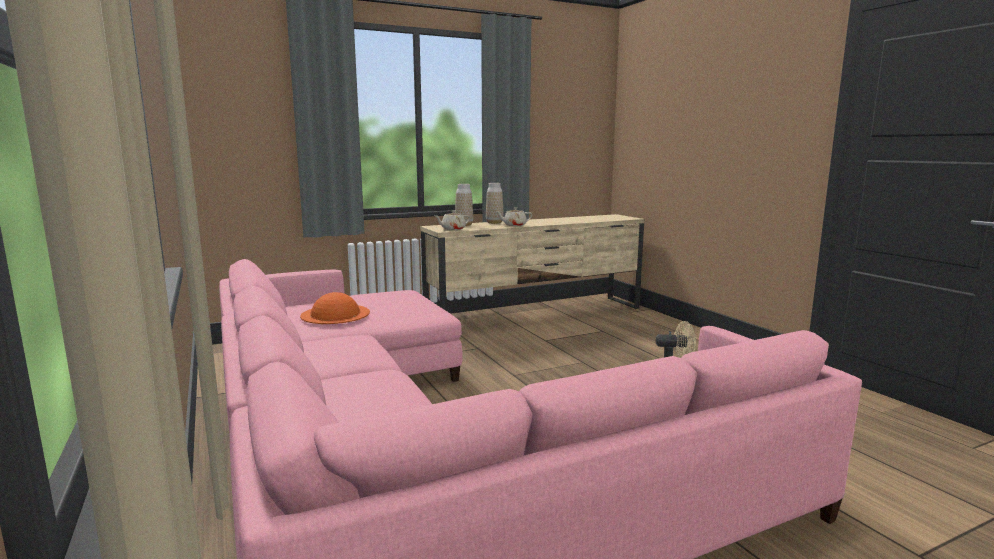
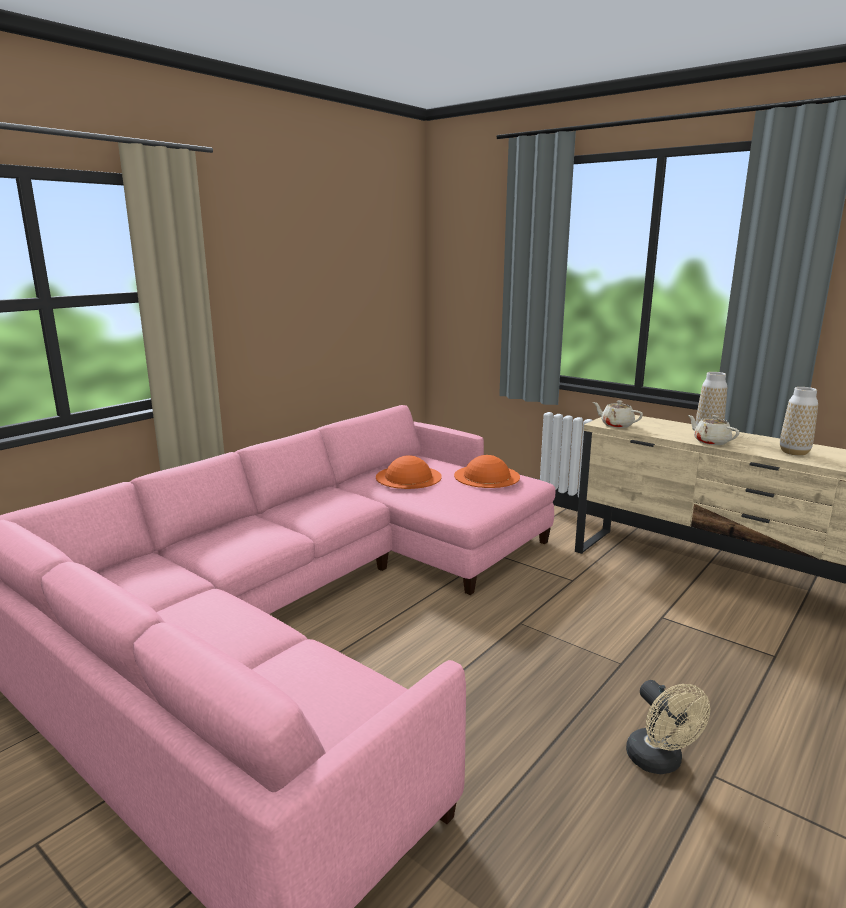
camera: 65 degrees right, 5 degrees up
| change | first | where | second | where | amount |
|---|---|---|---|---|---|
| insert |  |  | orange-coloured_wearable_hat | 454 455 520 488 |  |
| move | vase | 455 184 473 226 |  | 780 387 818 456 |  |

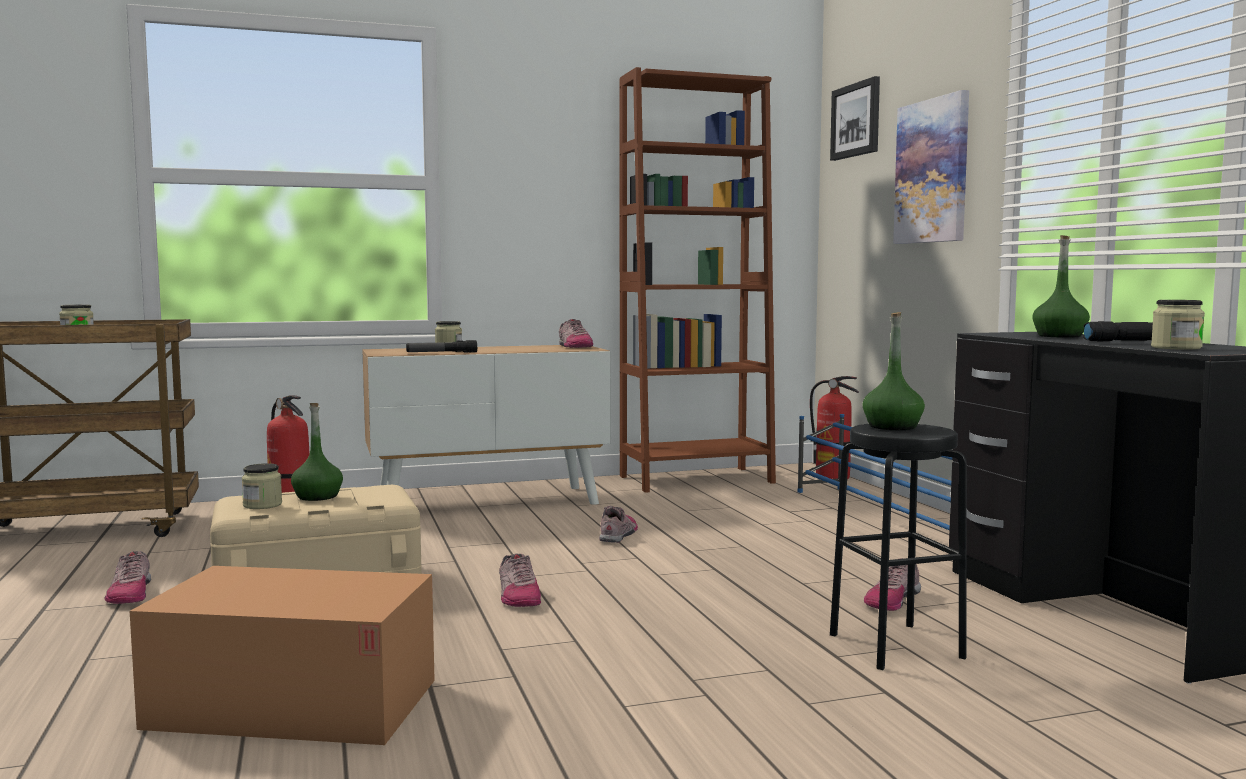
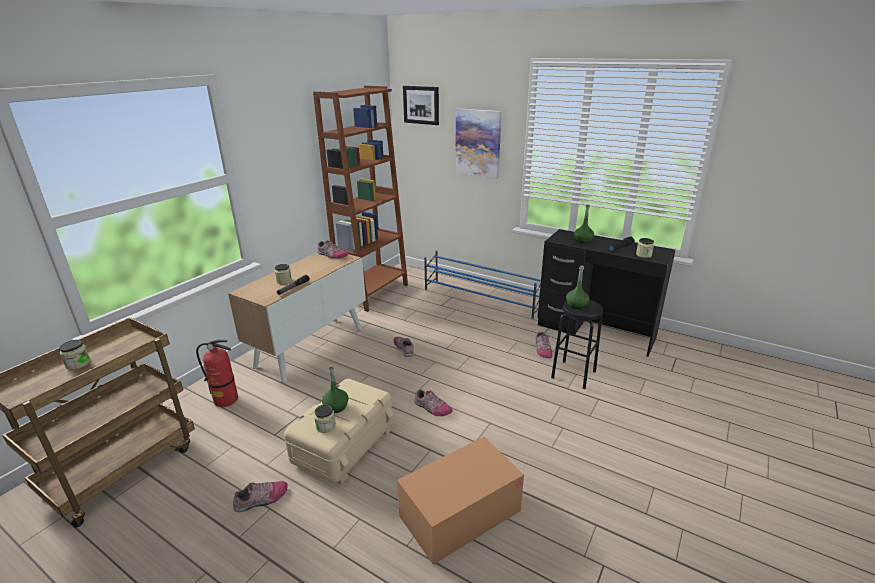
camera: 40 degrees left, 20 degrees up
| change | first | where | second | where | amount |
|---|---|---|---|---|---|
| rotate | item_of_footwear | 104 551 151 604 |  | 233 481 288 512 | 60 degrees counterclockwise |
| delete | extinguisher | 810 376 859 480 |  |  |  |

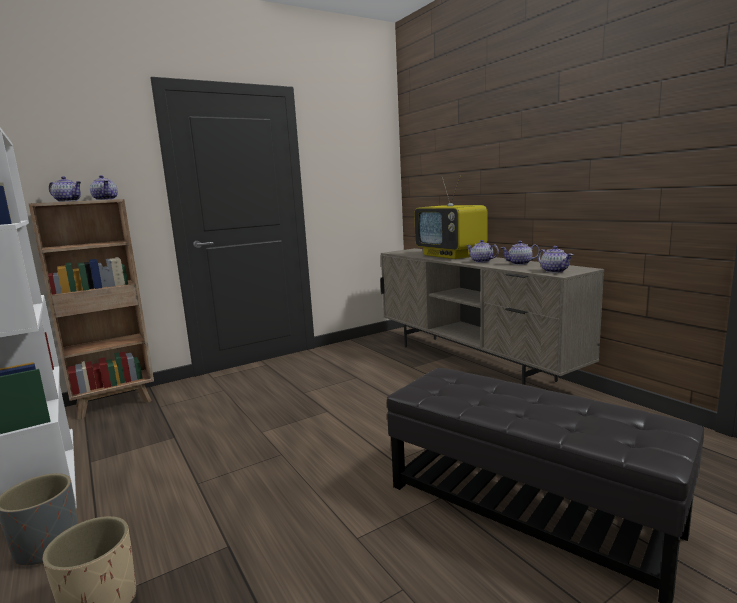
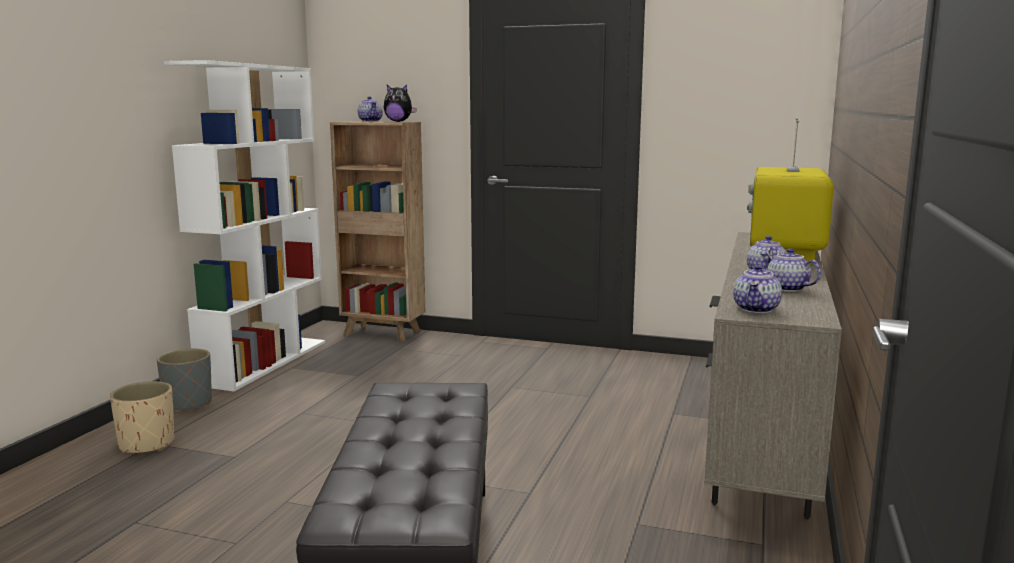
camera: 50 degrees right, 0 degrees up
| change | first | where | second | where | amount |
|---|---|---|---|---|---|
| replace | pot_for_tea | 90 175 118 200 | plush_toy | 384 84 417 122 |  |

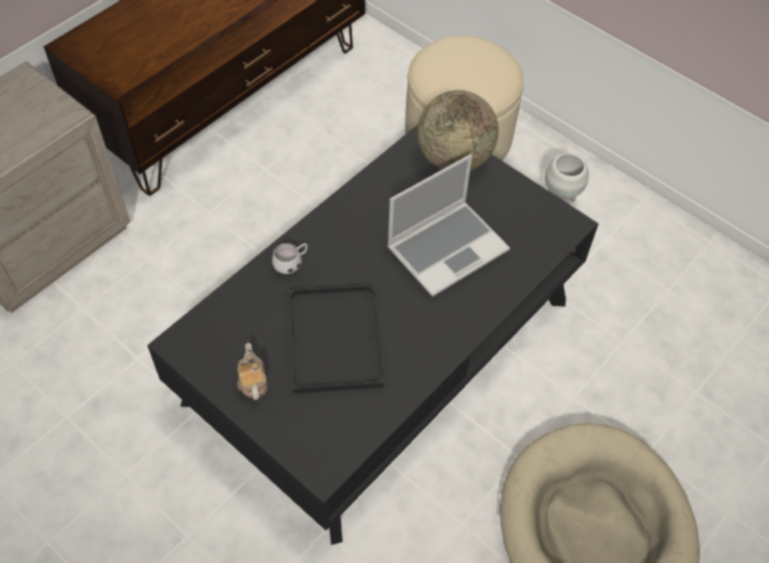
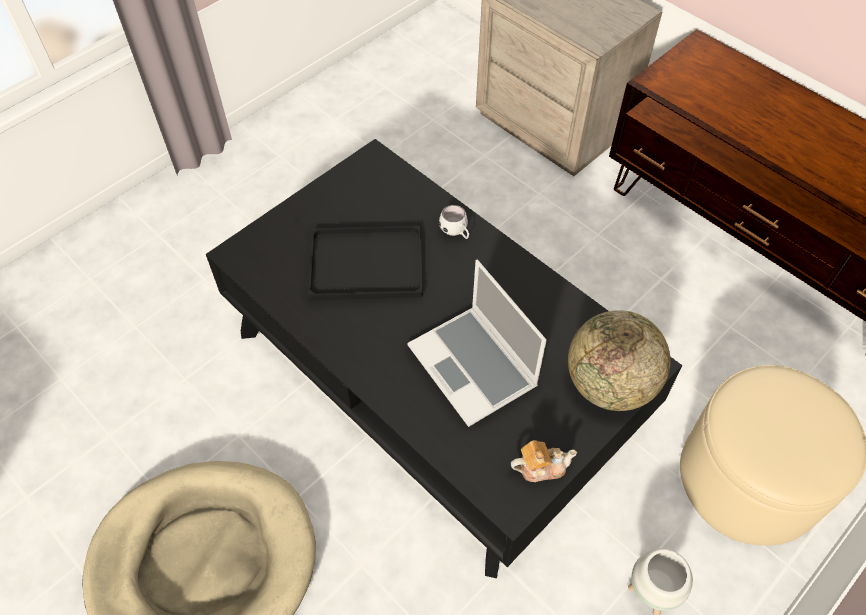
camera: 95 degrees right, 0 degrees up
| change | first | where | second | where | amount |
|---|---|---|---|---|---|
| move | pot_for_tea | 237 343 267 400 |  | 511 440 577 482 |  |

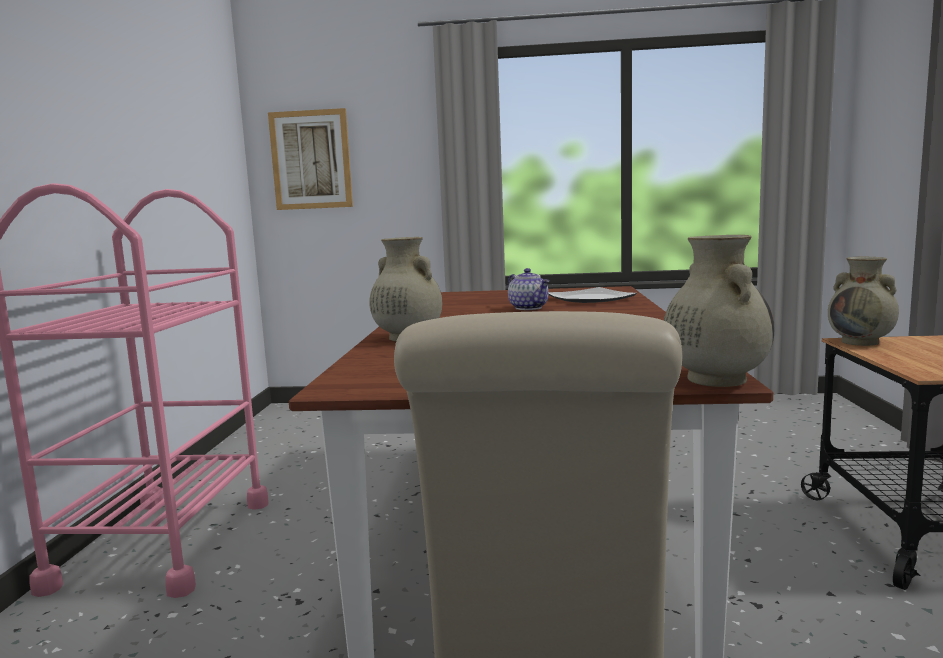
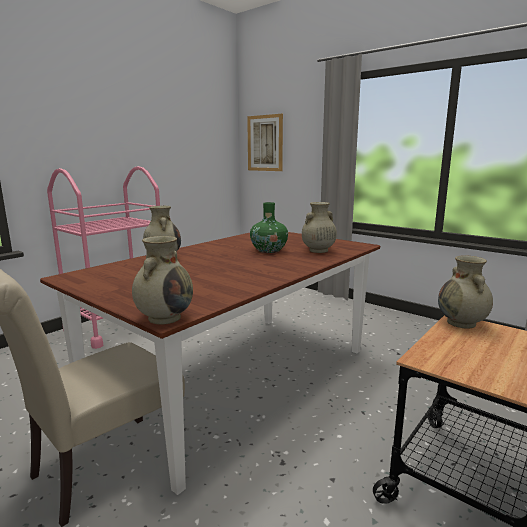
camera: 35 degrees right, 5 degrees up
| change | first | where | second | where | amount |
|---|---|---|---|---|---|
| replace | pot_for_tea | 508 268 549 310 | green-coloured_vase | 250 202 288 253 |  |
| replace | dinner_plate | 548 287 637 303 | beige-coloured_vase | 302 202 337 253 |  |

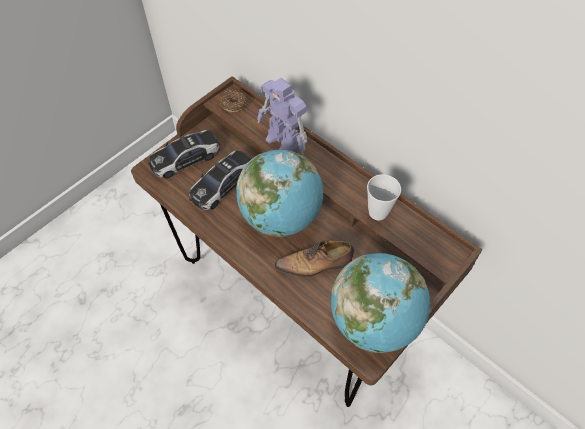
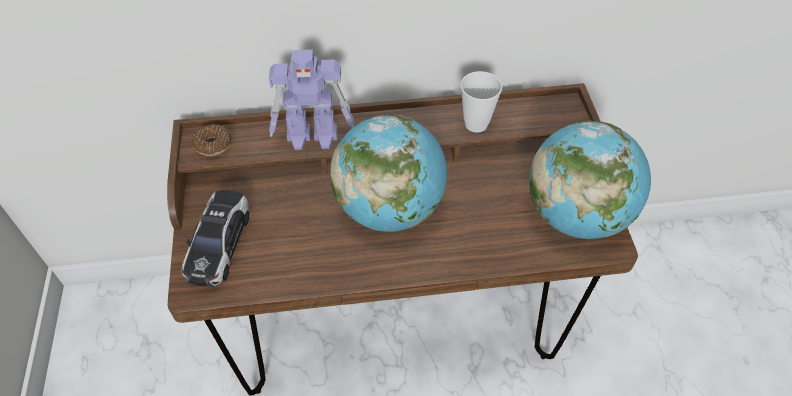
camera: 50 degrees left, 5 degrees down
| change | first | where | second | where | amount |
|---|---|---|---|---|---|
| delete | model_car | 189 151 251 210 |  |  |  |
| delete | item_of_footwear | 274 240 354 277 |  |  |  |

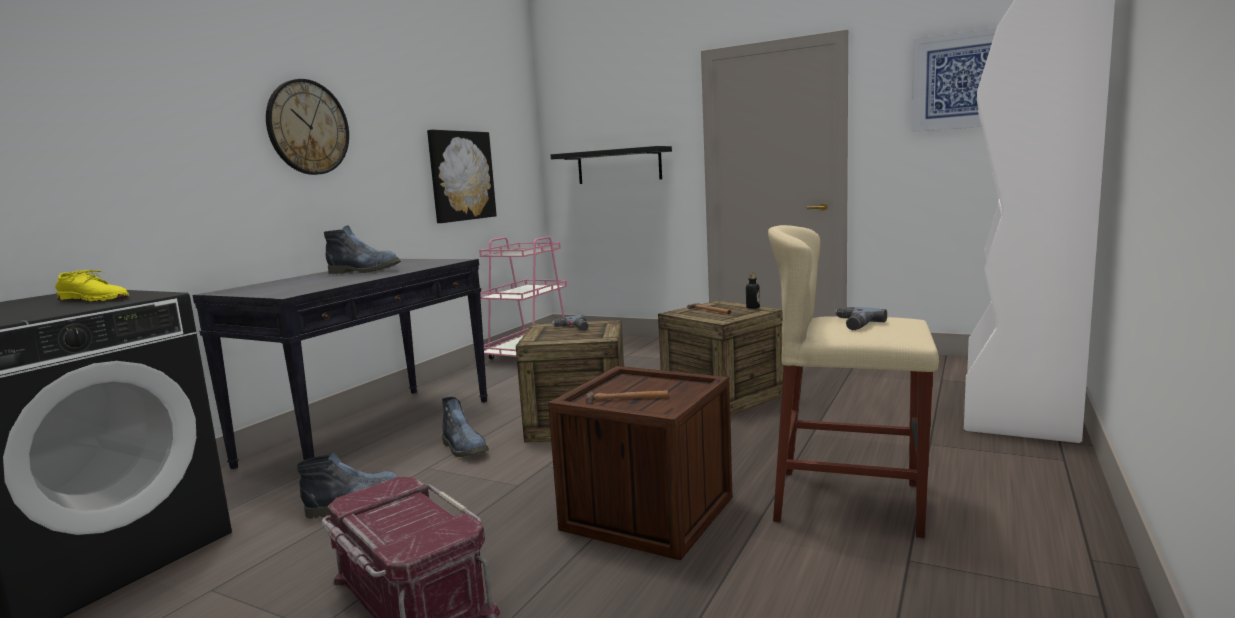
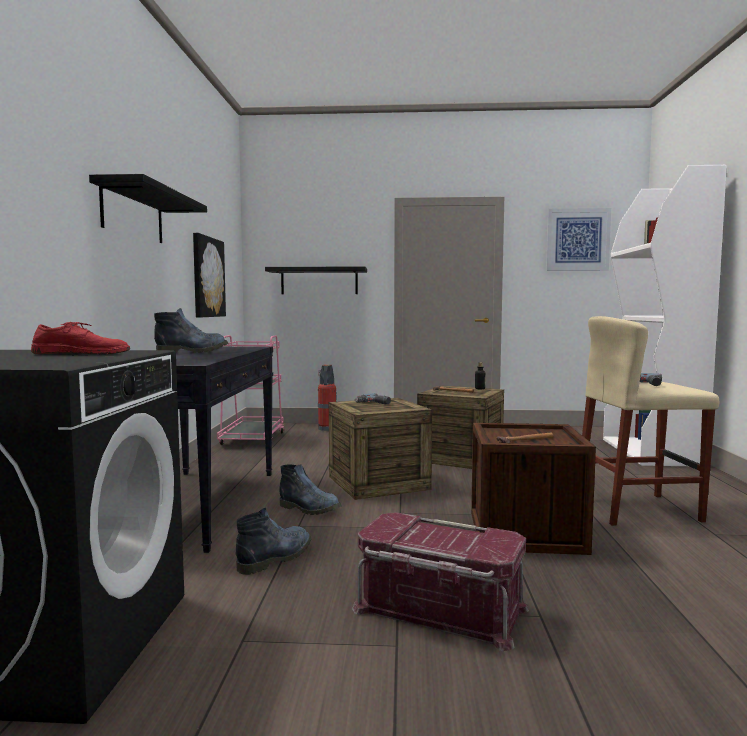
camera: 25 degrees left, 5 degrees down
| change | first | where | second | where | amount |
|---|---|---|---|---|---|
| recolor | yellow_item_of_footwear | 55 270 129 302 | red-coloured_item_of_footwear | 31 322 130 354 |  |
| replace | clock_on_the_wall | 266 79 349 175 | black_bracket_shelf | 89 174 207 243 |  |
| insert |  |  | extinguisher | 318 365 337 431 |  |

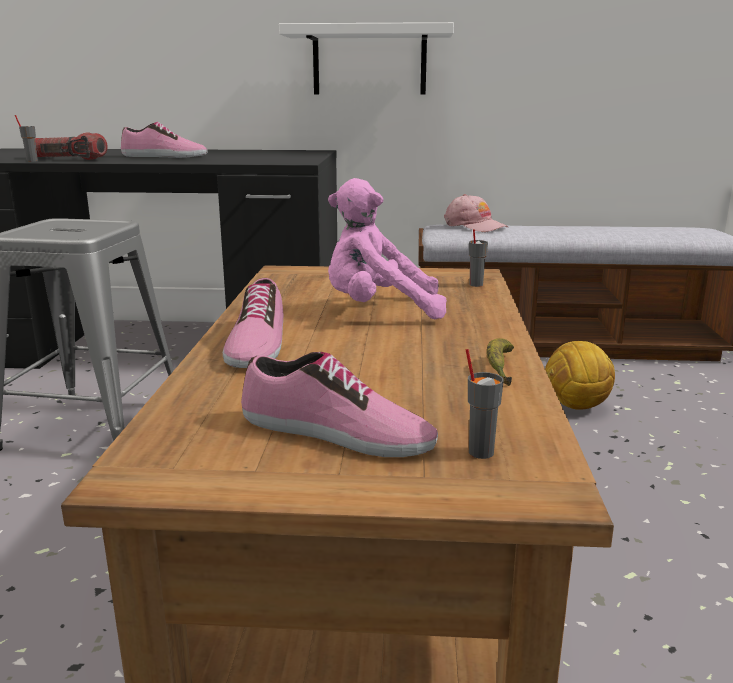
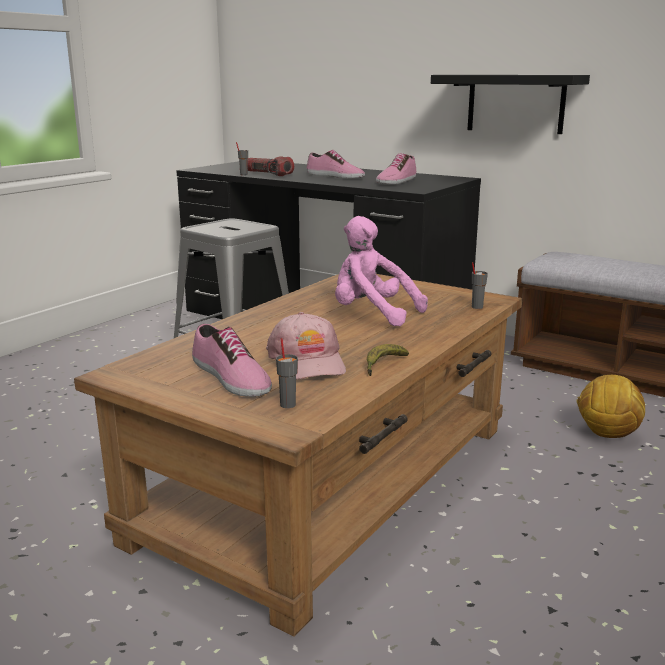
camera: 30 degrees right, 0 degrees up
| change | first | where | second | where | amount |
|---|---|---|---|---|---|
| move | pinkish_peaked_cap | 444 194 509 232 |  | 266 312 346 380 |  |
| move | item_of_footwear | 223 278 283 368 |  | 376 154 416 184 |  |
| recolor | white-coloured_bracket_shelf | 279 22 454 95 | black_bracket_shelf | 431 75 590 134 |  |

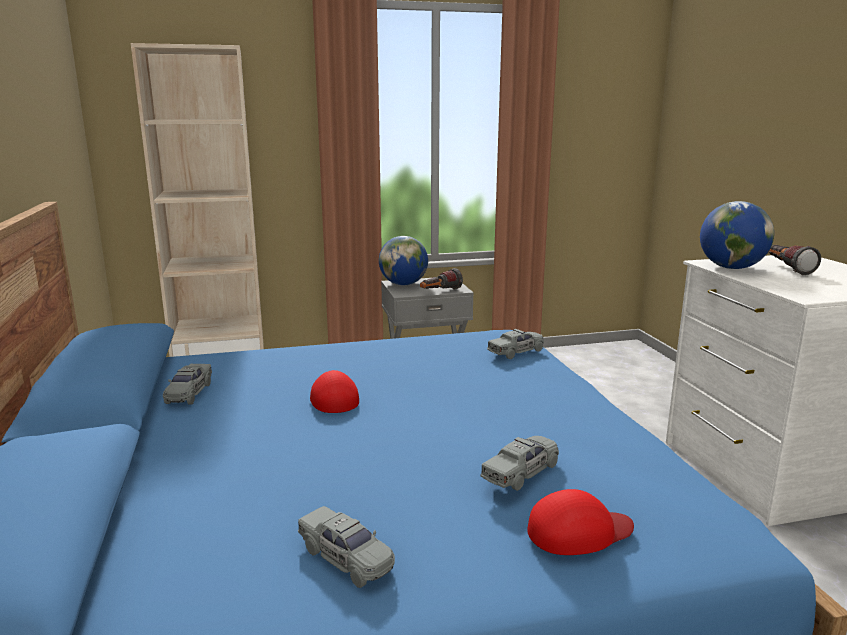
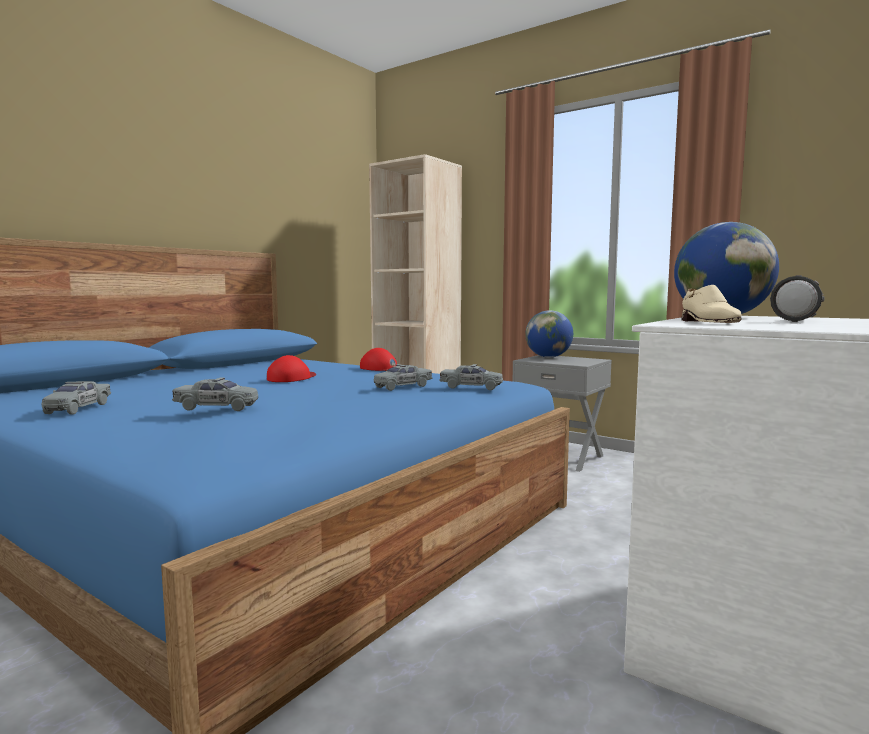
camera: 50 degrees right, 10 degrees down
| change | first | where | second | where | amount |
|---|---|---|---|---|---|
| move | red-coloured_peaked_cap | 527 489 634 555 |  | 360 348 397 371 |  |
| move | gray_model_car | 163 364 212 405 |  | 374 364 432 391 |  |
| insert |  |  | beige-coloured_item_of_footwear | 681 285 742 323 |  |
| delete | flashlight | 420 268 463 289 |  |  |  |

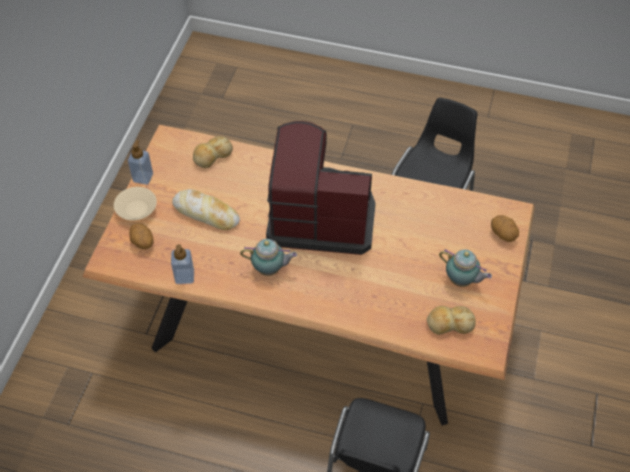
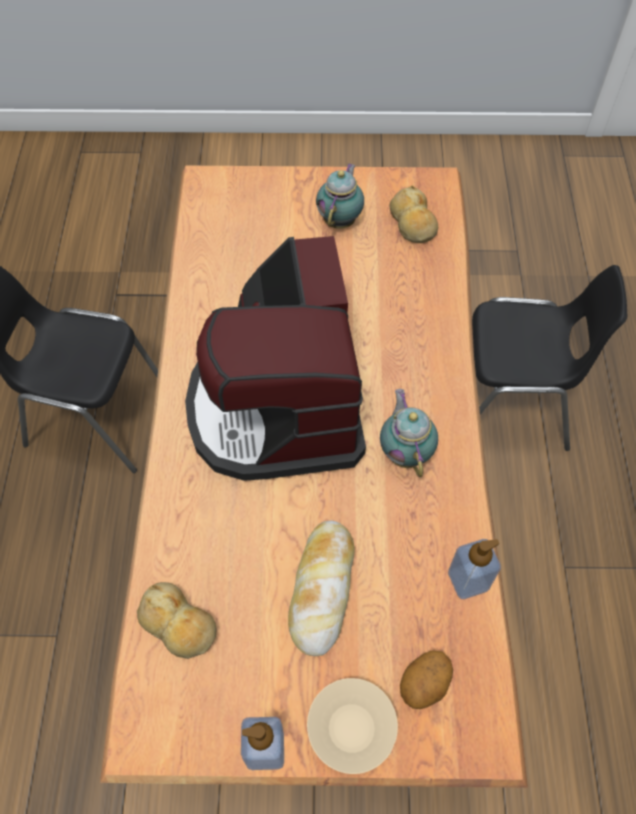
camera: 105 degrees left, 5 degrees up
| change | first | where | second | where | amount |
|---|---|---|---|---|---|
| delete | spud | 491 215 519 242 |  |  |  |

